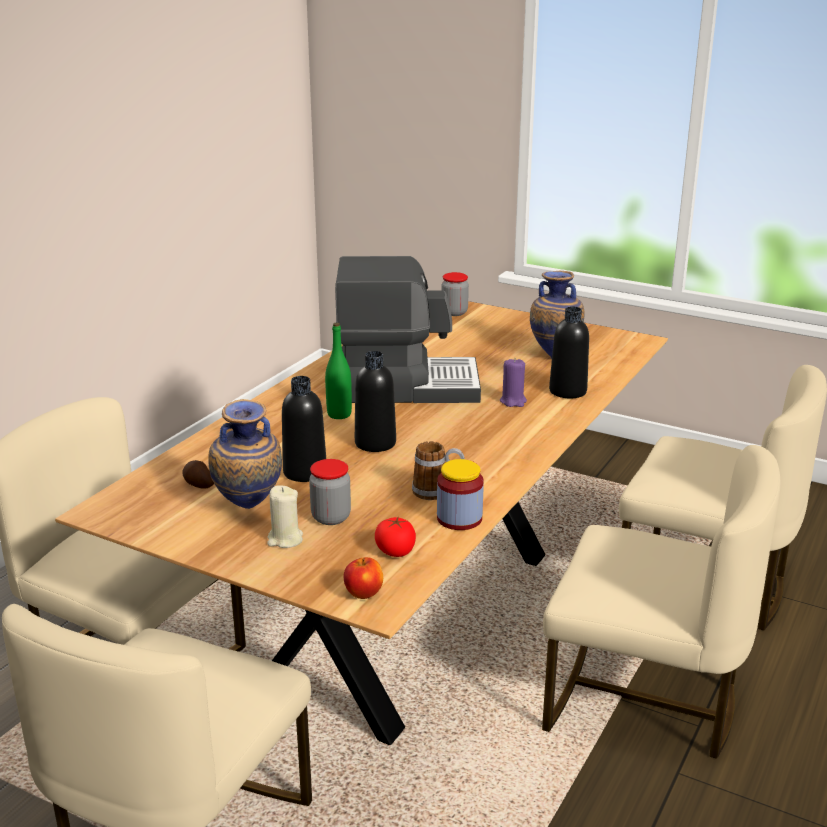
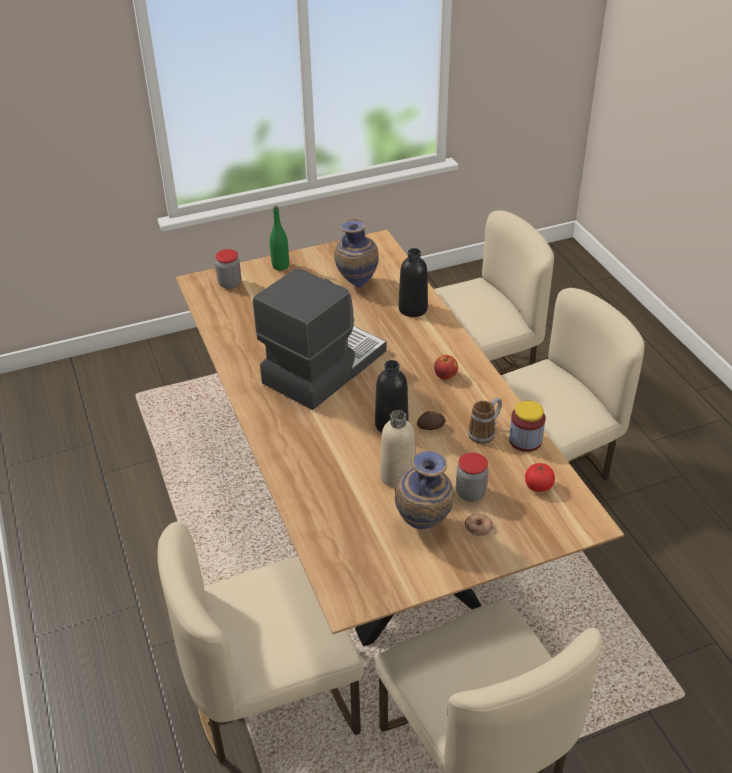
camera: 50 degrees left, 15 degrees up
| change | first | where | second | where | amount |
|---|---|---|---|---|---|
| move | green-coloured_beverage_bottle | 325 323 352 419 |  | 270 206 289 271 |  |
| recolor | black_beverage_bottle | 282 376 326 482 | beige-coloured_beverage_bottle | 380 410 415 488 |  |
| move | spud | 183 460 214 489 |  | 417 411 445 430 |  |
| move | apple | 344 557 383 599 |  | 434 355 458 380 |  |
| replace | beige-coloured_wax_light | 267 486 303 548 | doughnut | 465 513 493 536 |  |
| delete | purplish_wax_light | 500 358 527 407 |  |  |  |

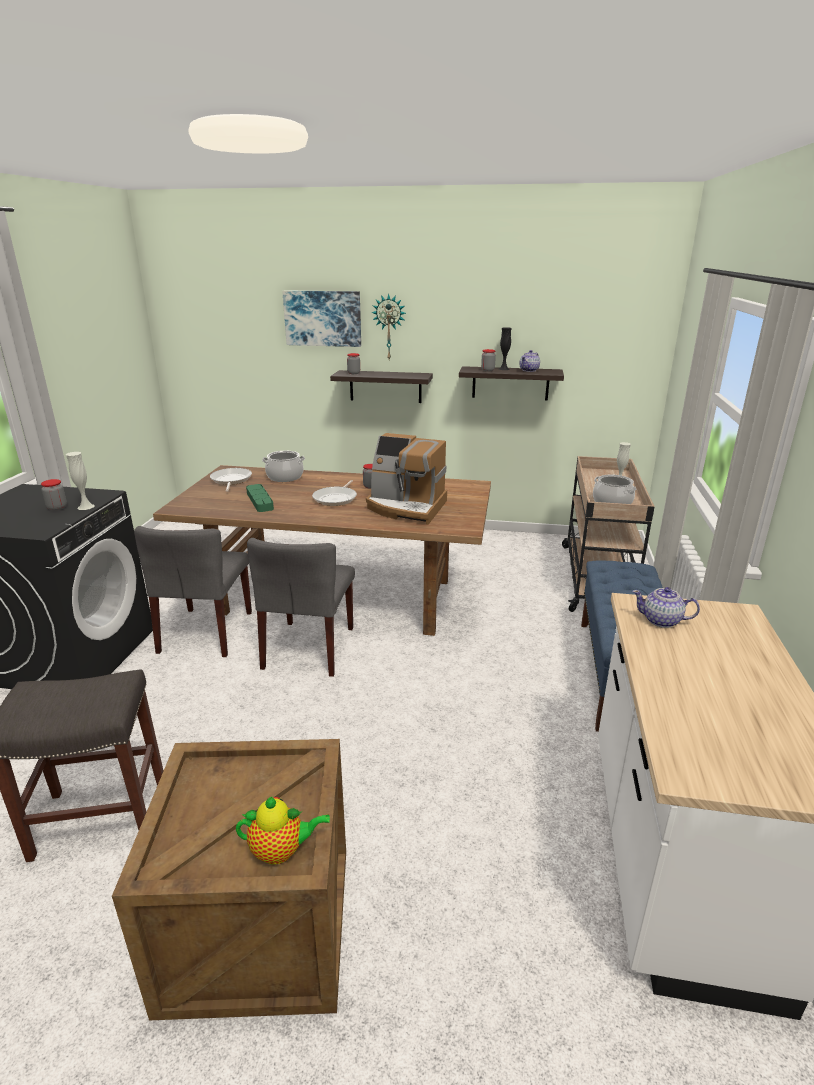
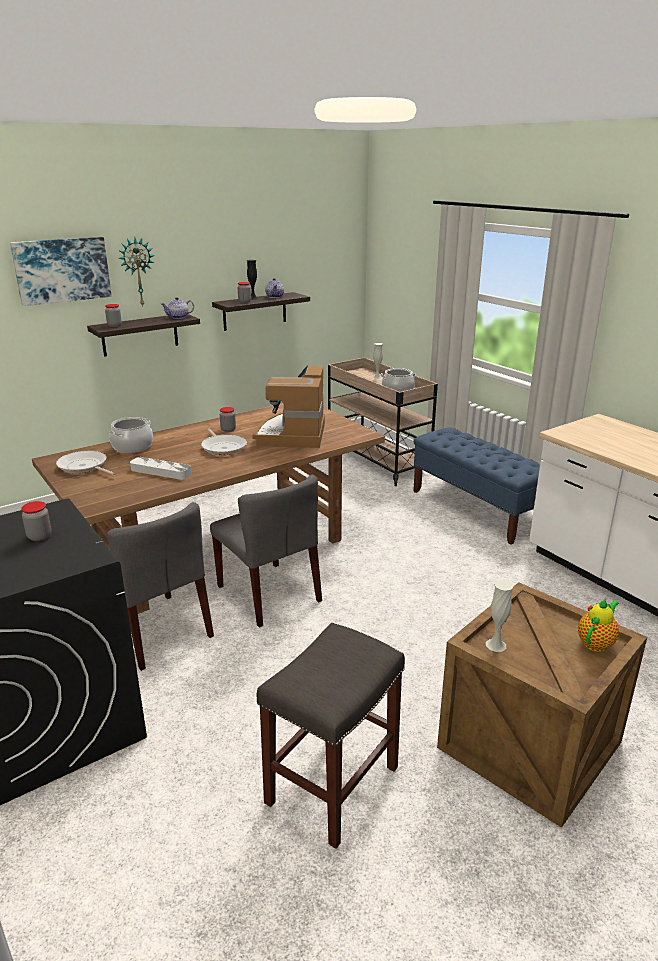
camera: 45 degrees left, 0 degrees up
| change | first | where | second | where | amount |
|---|---|---|---|---|---|
| recolor | green-coloured_tray | 246 484 274 512 | gray_tray | 130 457 191 480 |  |
| move | pot_for_tea | 632 587 700 628 |  | 161 297 194 319 |  |
| rotate | coffee_brewer | 366 433 447 525 |  | 252 365 325 448 | 120 degrees clockwise |
| move | white-coloured_vase | 66 452 95 510 |  | 486 580 514 652 |  |

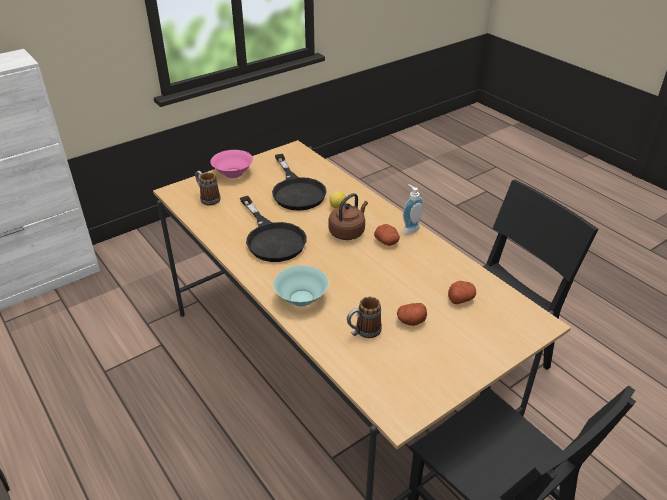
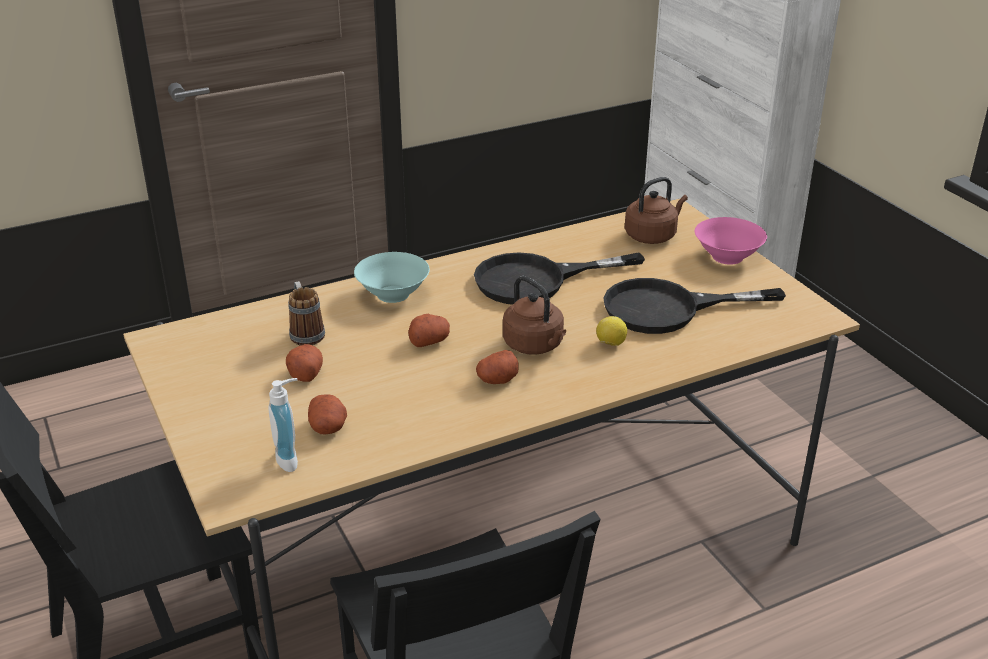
camera: 100 degrees right, 5 degrees down
| change | first | where | second | where | amount |
|---|---|---|---|---|---|
| move | liquid_soap_bottle | 403 184 424 234 |  | 268 378 298 472 |  |
| insert |  |  | spud | 408 314 450 347 |  |
| replace | coffee_mug | 195 171 221 206 | brown-coloured_tea_kettle | 625 177 688 244 |  |

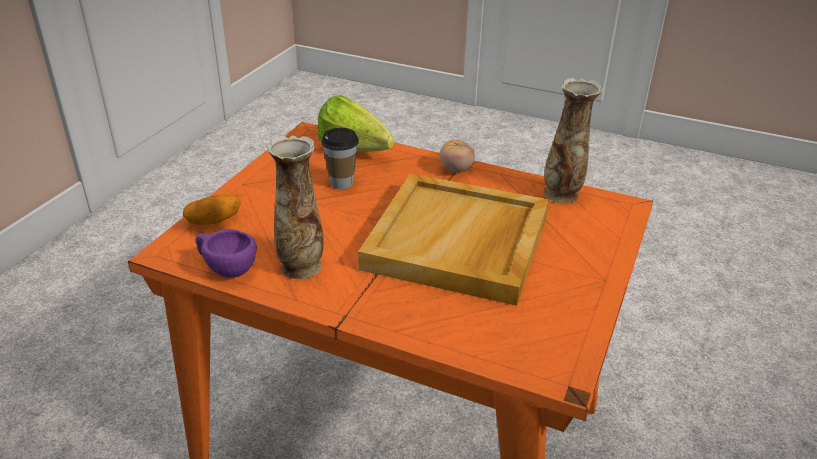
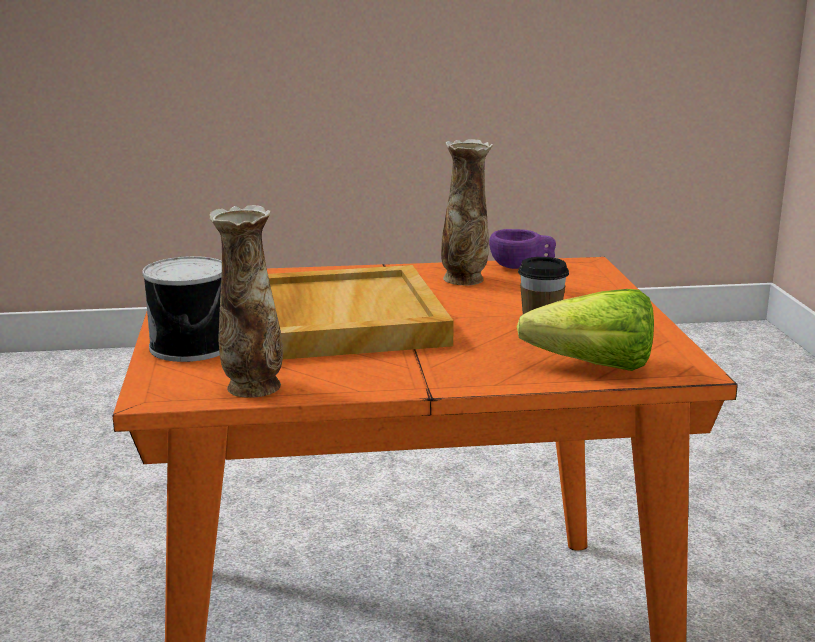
camera: 150 degrees right, 15 degrees down
| change | first | where | second | where | amount |
|---|---|---|---|---|---|
| insert |  |  | can | 142 256 222 362 |  |
| delete | spud | 183 193 241 225 |  |  |  |
| delete | tomato | 440 140 475 172 |  |  |  |

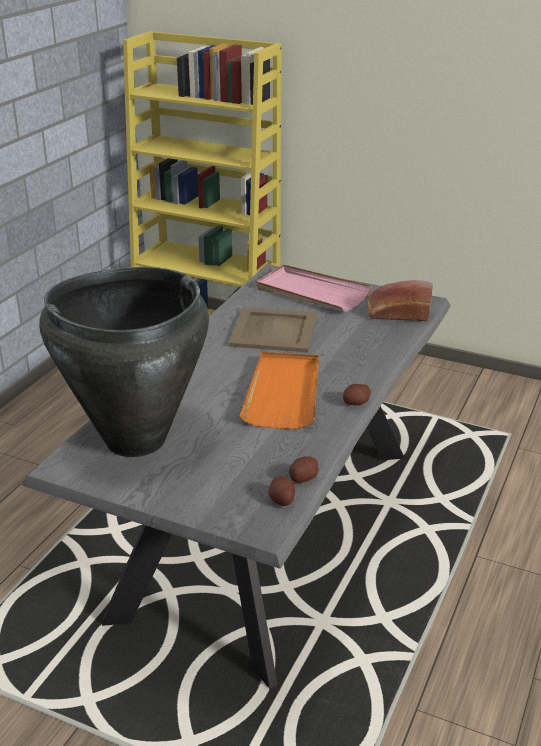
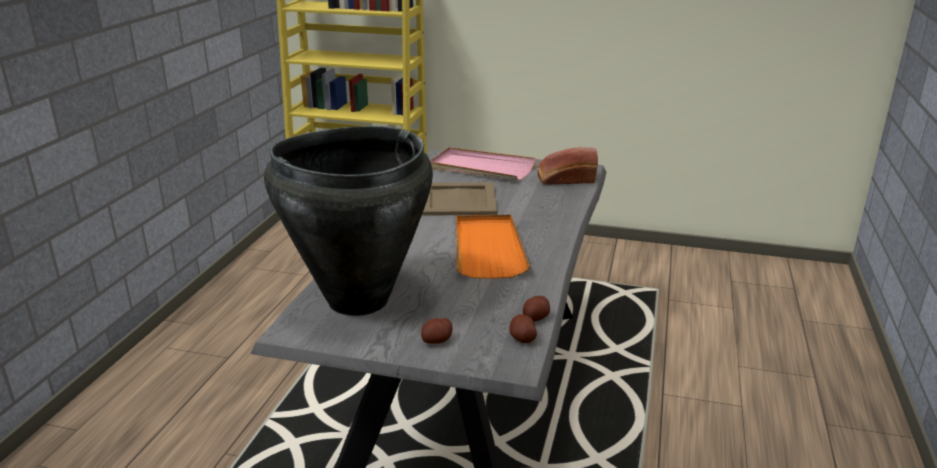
camera: 10 degrees left, 5 degrees down
| change | first | where | second | where | amount |
|---|---|---|---|---|---|
| move | spud | 343 384 370 405 |  | 421 318 453 344 |  |

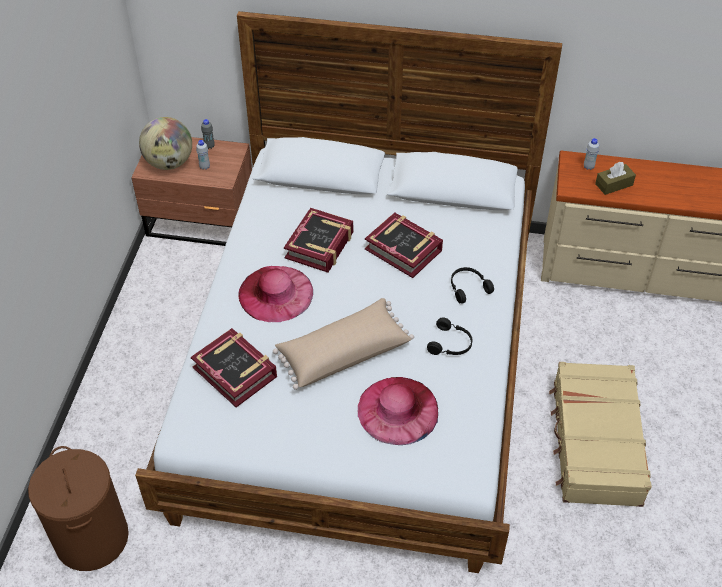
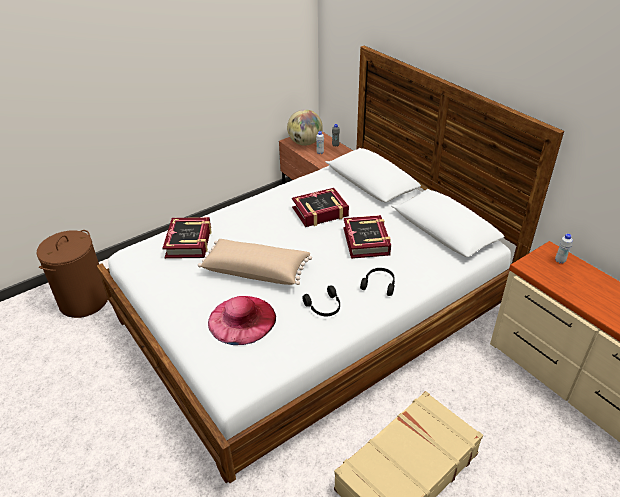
camera: 45 degrees right, 10 degrees down
| change | first | where | second | where | amount |
|---|---|---|---|---|---|
| delete | pinkish_wearable_hat | 238 266 313 322 |  |  |  |
| delete | brown-coloured_tissue_box | 595 162 636 195 |  |  |  |

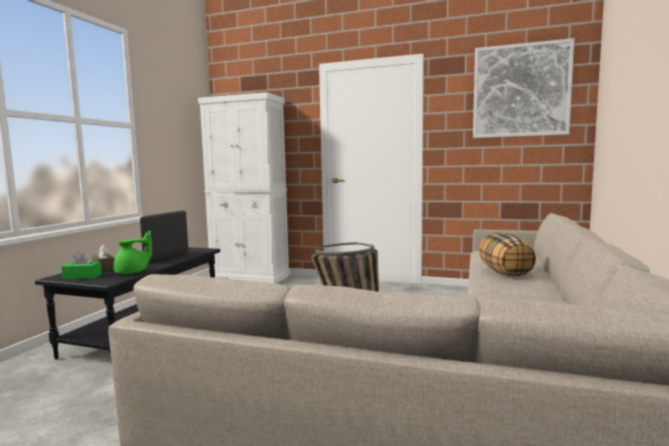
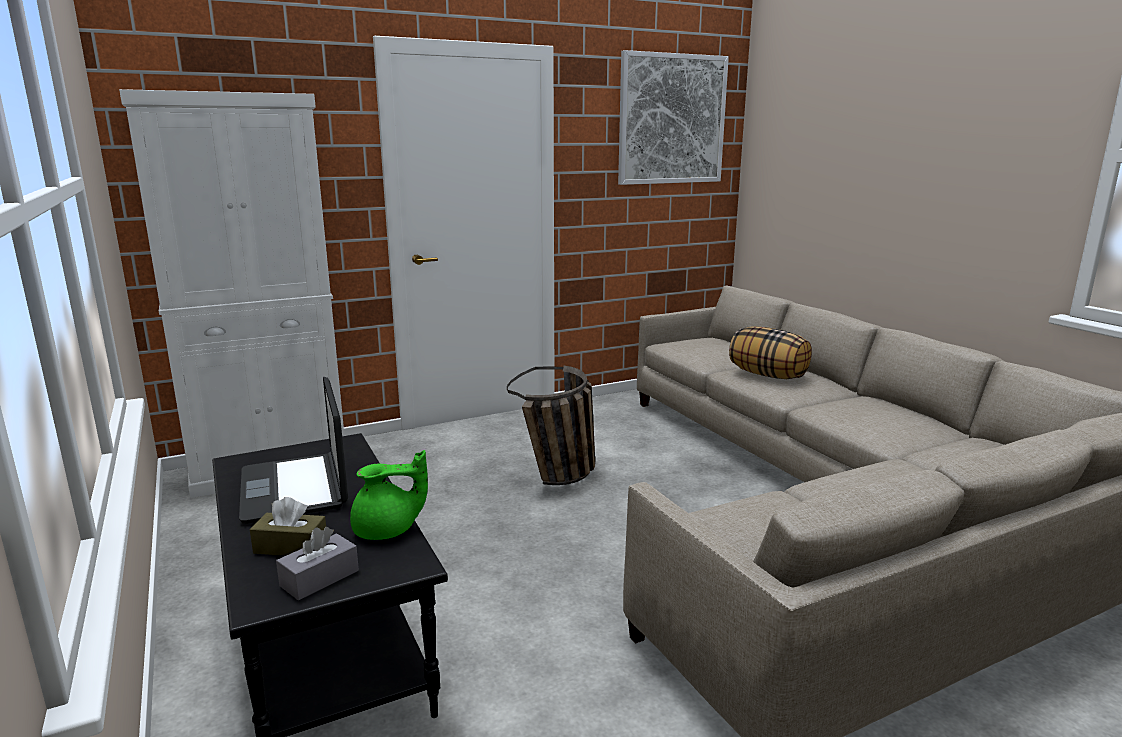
camera: 45 degrees left, 10 degrees up
| change | first | where | second | where | amount |
|---|---|---|---|---|---|
| recolor | green-coloured_tissue_box | 61 251 102 280 | gray_tissue_box | 276 527 359 600 |  |
| rotate | green-coloured_pot_for_tea | 113 230 152 274 |  | 350 450 428 540 | 75 degrees clockwise |

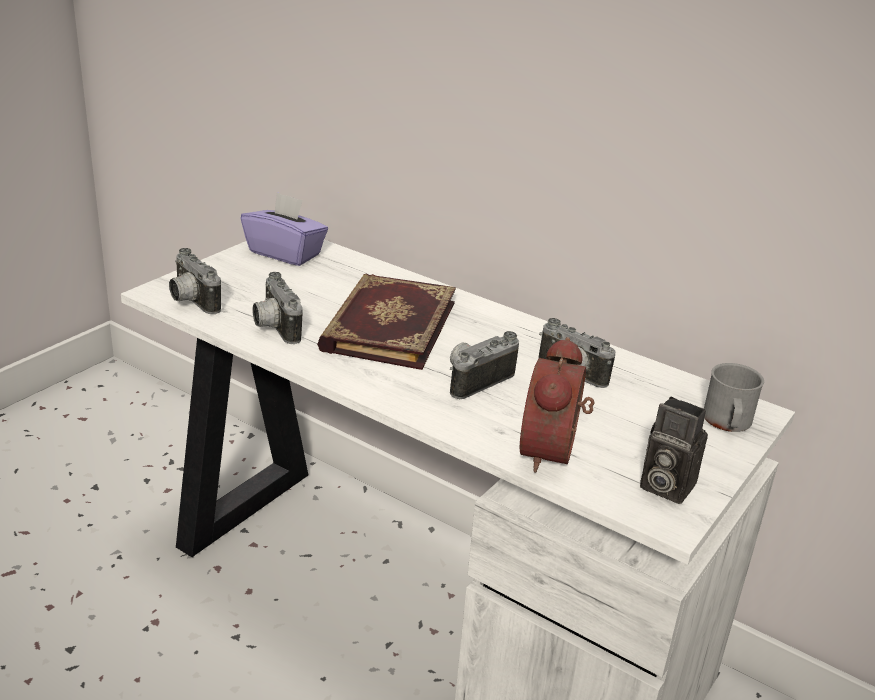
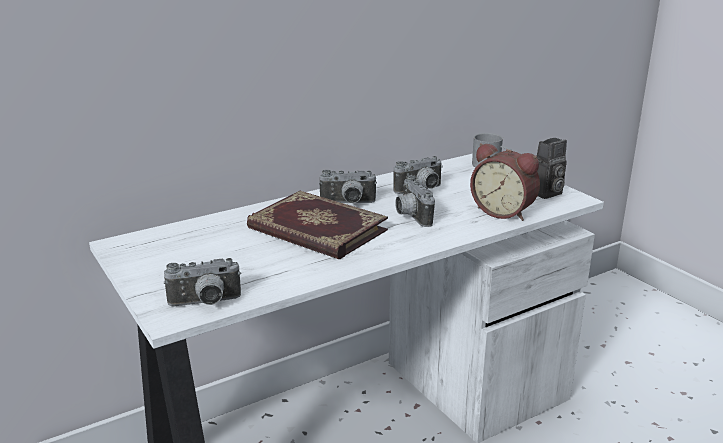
camera: 65 degrees left, 5 degrees down
| change | first | where | second | where | amount |
|---|---|---|---|---|---|
| move | still_camera | 252 272 302 344 |  | 319 170 377 203 |  |
| delete | purplish_tissue_box | 240 192 328 266 |  |  |  |

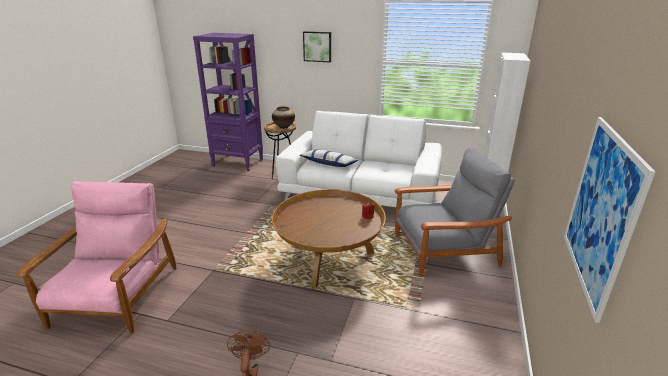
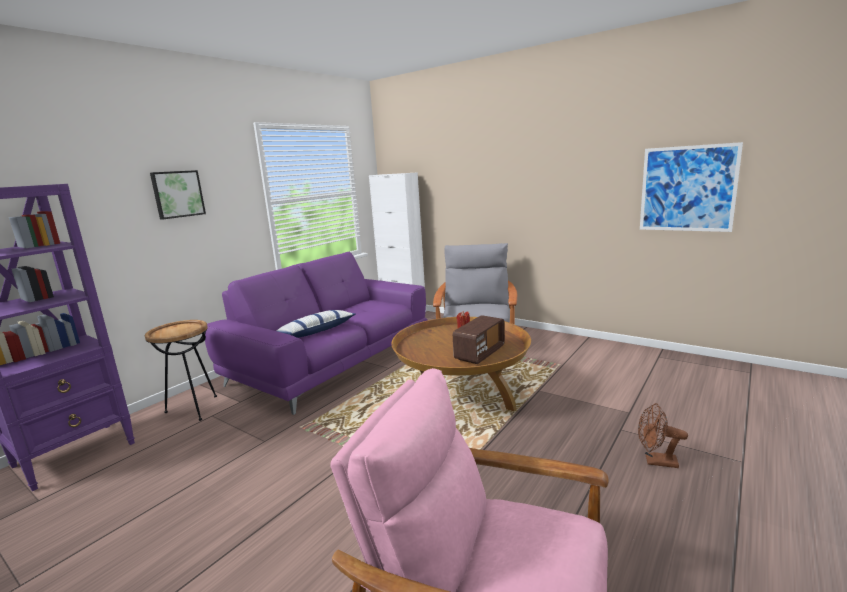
camera: 70 degrees left, 10 degrees down
| change | first | where | second | where | amount |
|---|---|---|---|---|---|
| recolor | white-coloured_settee | 275 111 443 207 | purplish_settee | 205 252 428 415 |  |
| insert |  |  | radio | 453 315 505 364 |  |
| delete | vase | 272 106 295 128 |  |  |  |

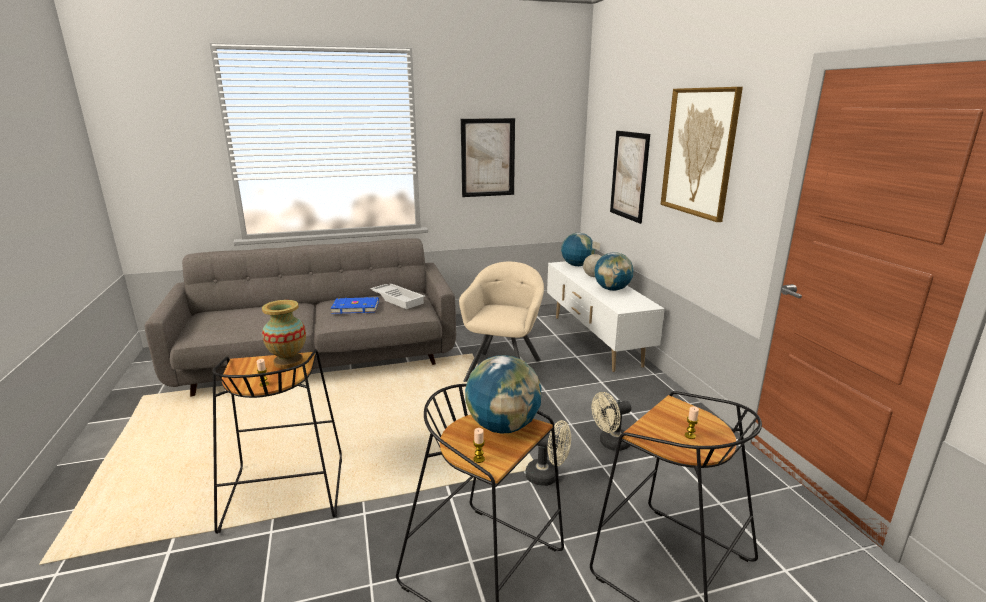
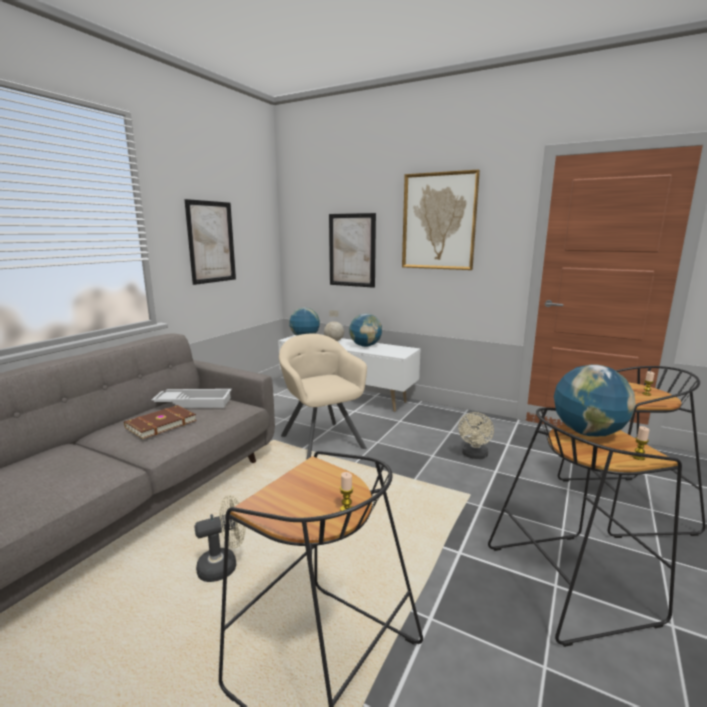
camera: 45 degrees left, 5 degrees down
| change | first | where | second | where | amount |
|---|---|---|---|---|---|
| recolor | blue_bound_book | 331 297 379 314 | brown-coloured_bound_book | 124 405 197 439 |  |
| move | beige-coloured_fan | 525 420 571 486 |  | 194 495 246 582 |  |
| delete | vase | 262 300 306 368 |  |  |  |

